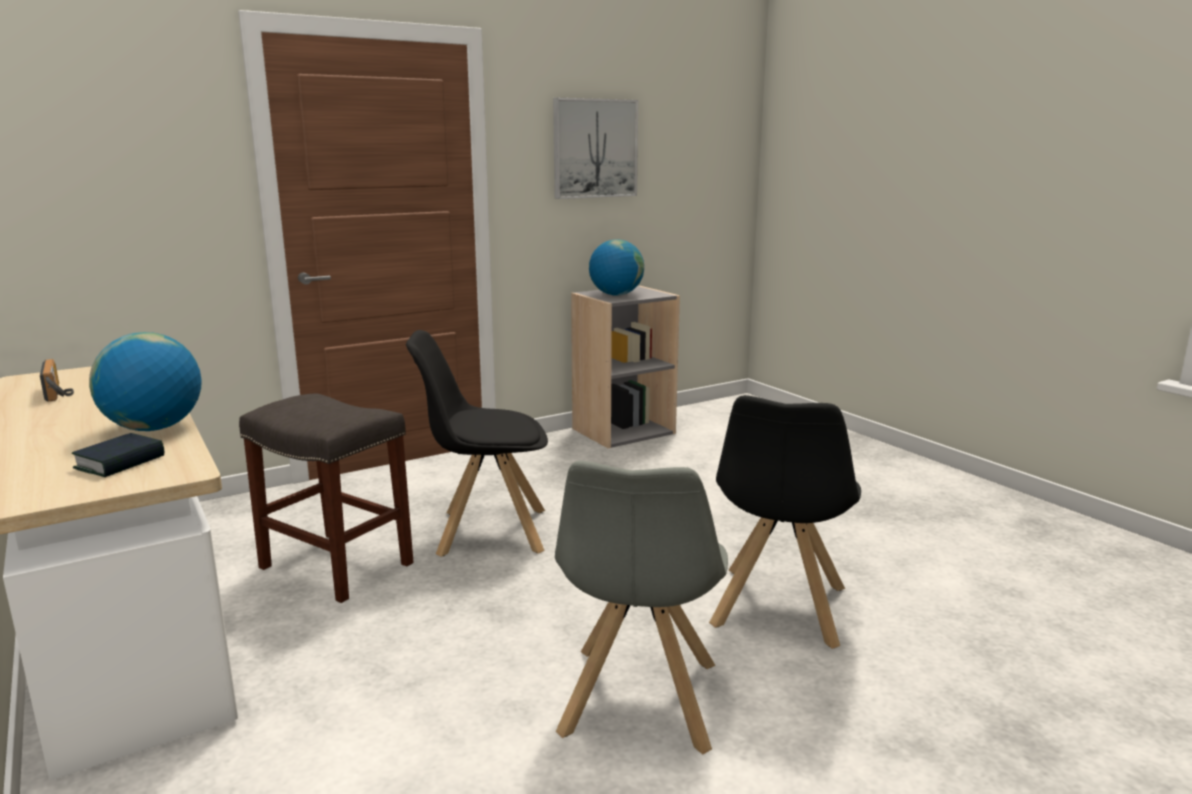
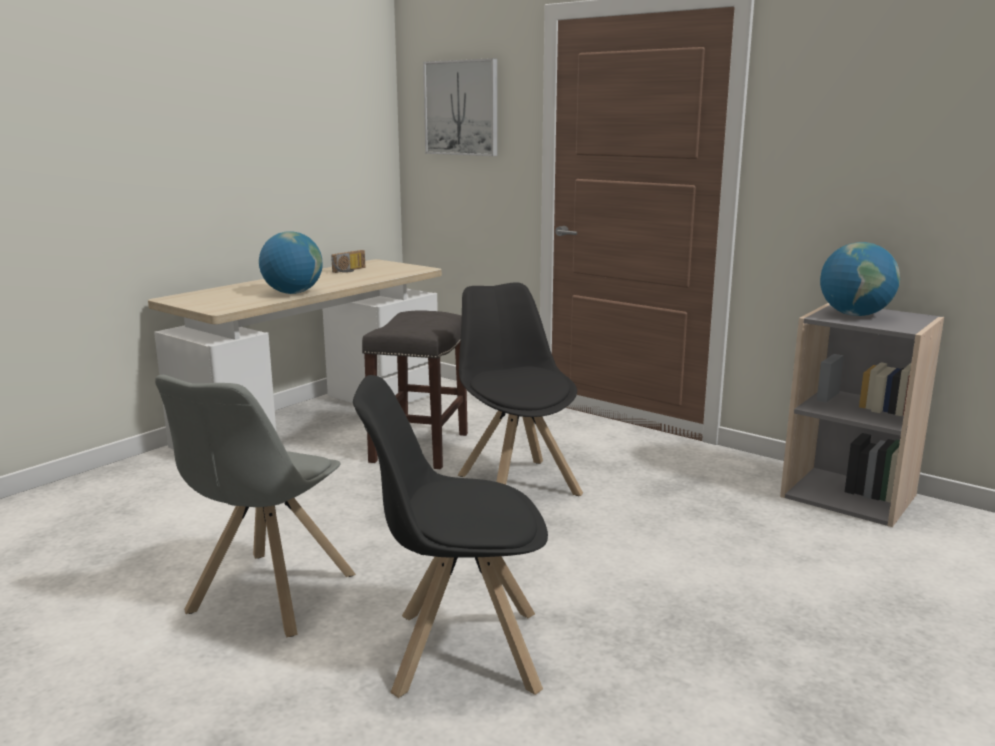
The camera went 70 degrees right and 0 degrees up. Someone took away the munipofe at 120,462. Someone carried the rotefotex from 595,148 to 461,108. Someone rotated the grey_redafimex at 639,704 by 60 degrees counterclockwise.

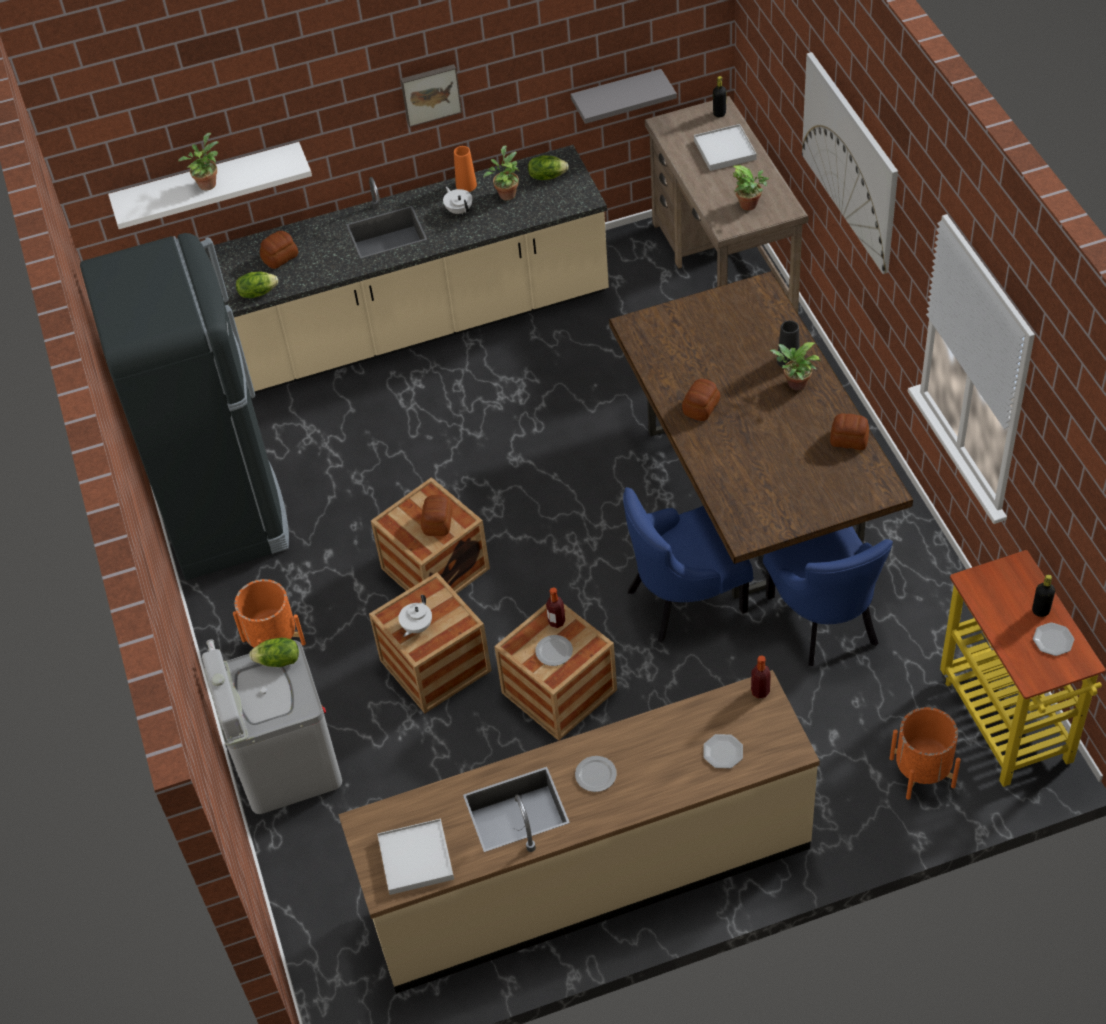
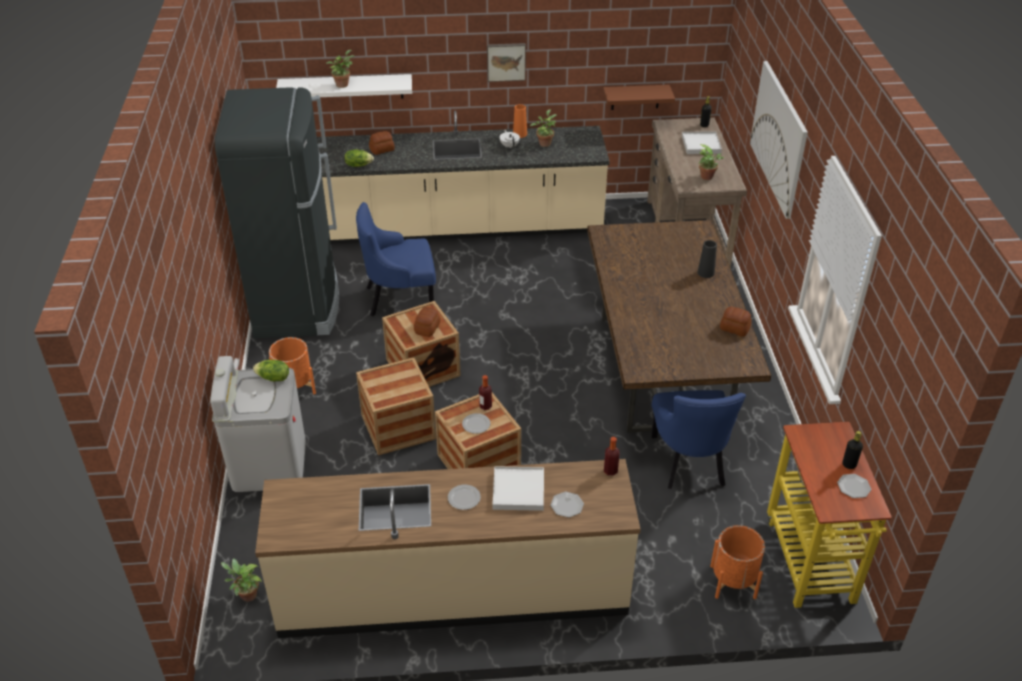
The camera went 10 degrees right and 10 degrees down. Someone carried the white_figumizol from 415,859 to 518,491. Someone took away the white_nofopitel at 416,627. Someone took away the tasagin at 547,176. Someone repainted the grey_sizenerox at 616,95, which became the brown_sizenerox at 635,97. Someone carried the blue_redafimex from 687,598 to 401,298. Someone took away the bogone at 702,407. Someone carried the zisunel from 794,385 to 246,595.

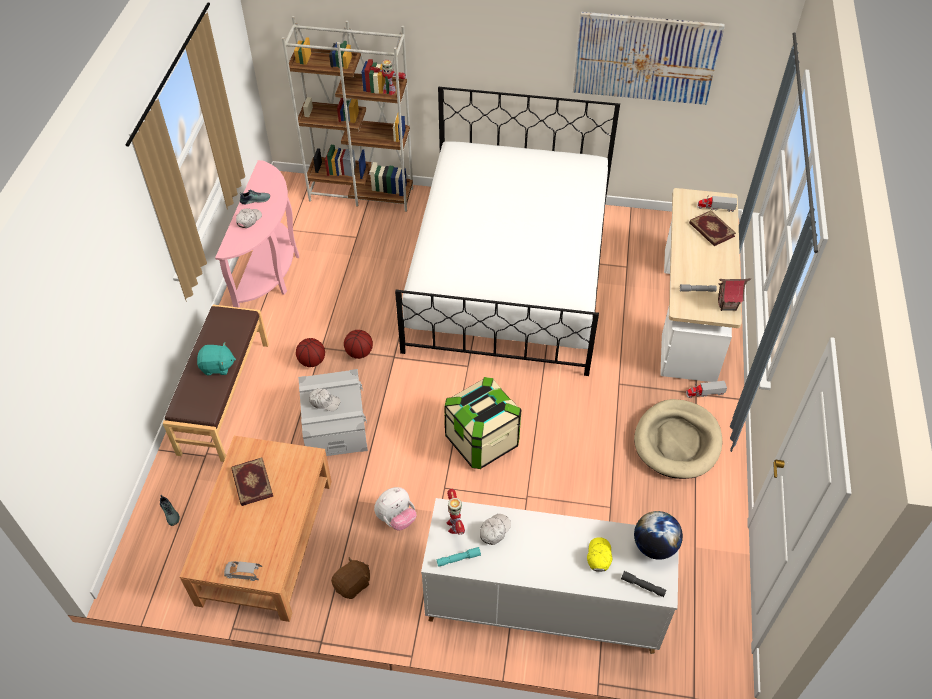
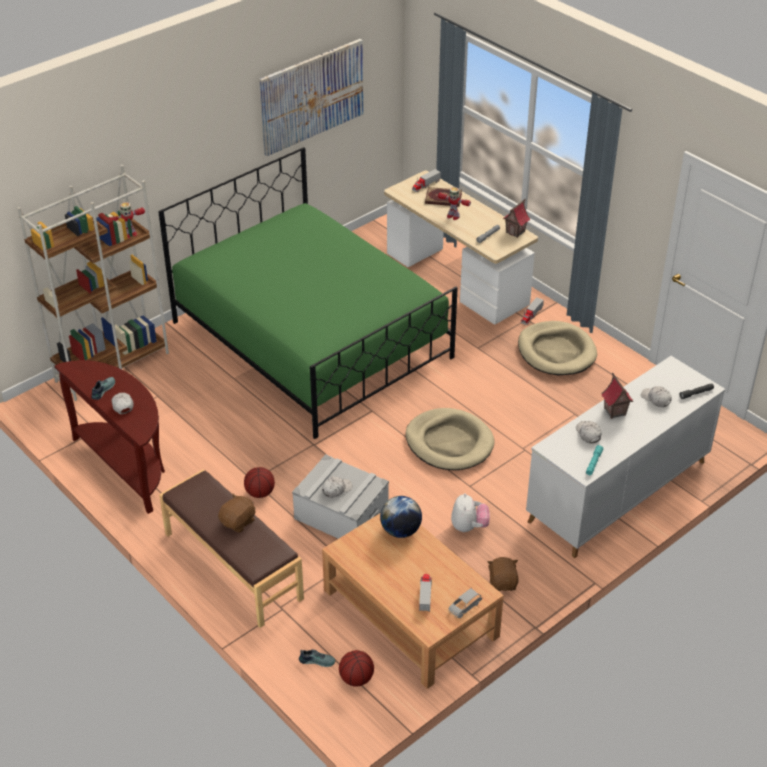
The camera went 50 degrees left and 10 degrees down. Someone repainted the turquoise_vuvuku at 217,367, which became the brown_vuvuku at 238,522. Someone repainted the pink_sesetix at 270,272, which became the brown_sesetix at 127,466. Someone took away the munipofe at 251,483. Someone carried the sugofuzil from 359,353 to 356,679. Someone repainted the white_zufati at 509,275, which became the green_zufati at 311,339. Someone swapped the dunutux at 482,440 for the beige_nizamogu at 449,442. Someone carried the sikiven from 454,525 to 452,216. Someone repainted the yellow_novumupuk at 599,556, which became the white_novumupuk at 656,399. Someone carried the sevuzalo from 654,546 to 401,531. Someone put down the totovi at 425,595. Someone put down the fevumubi at 614,412.

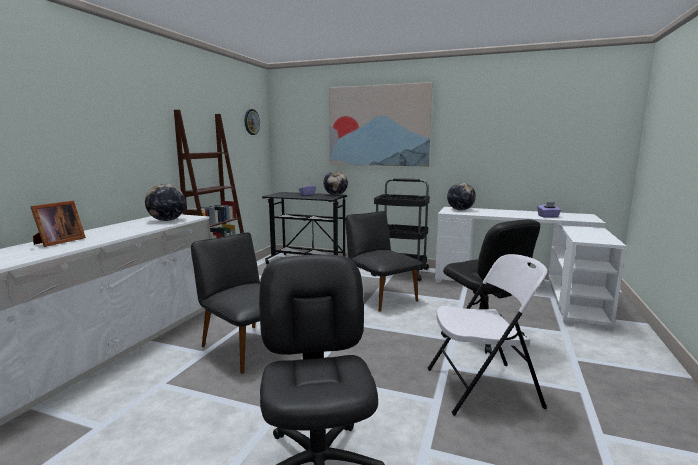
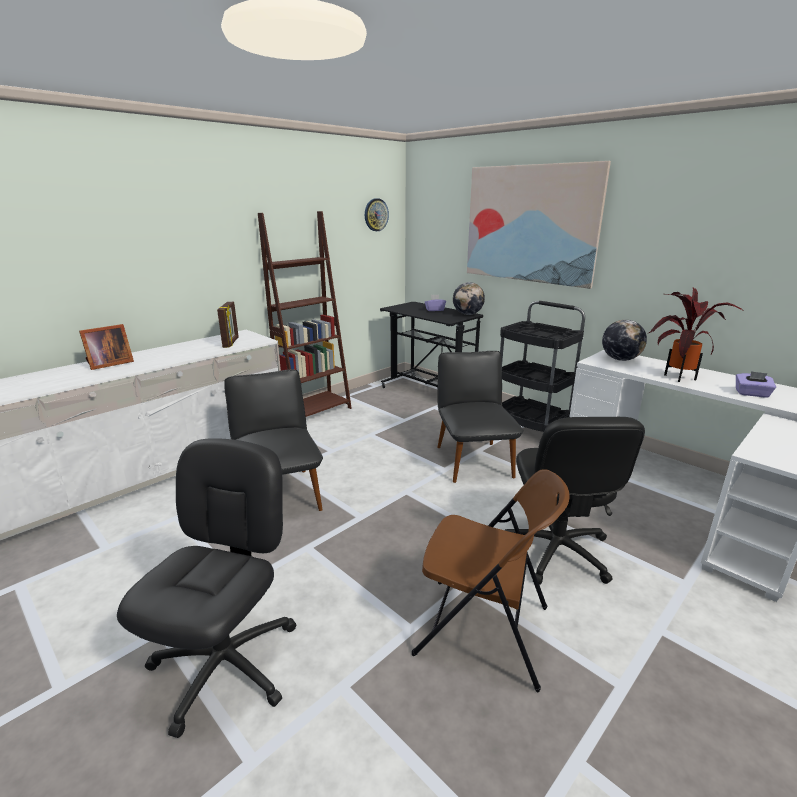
The camera went 25 degrees right and 10 degrees up. Someone swapped the sevuzalo at 167,220 for the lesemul at 231,343. Someone repainted the white_redafimex at 482,387, which became the brown_redafimex at 482,630. Someone put down the zisunel at 676,377.

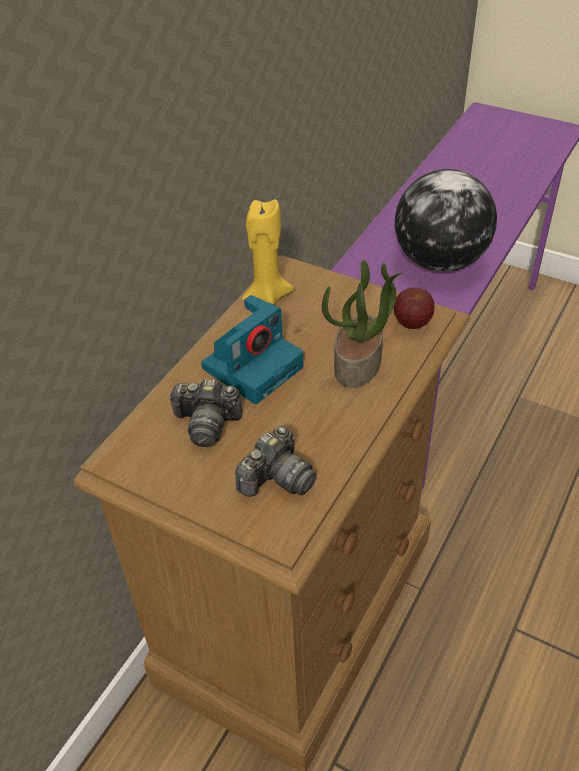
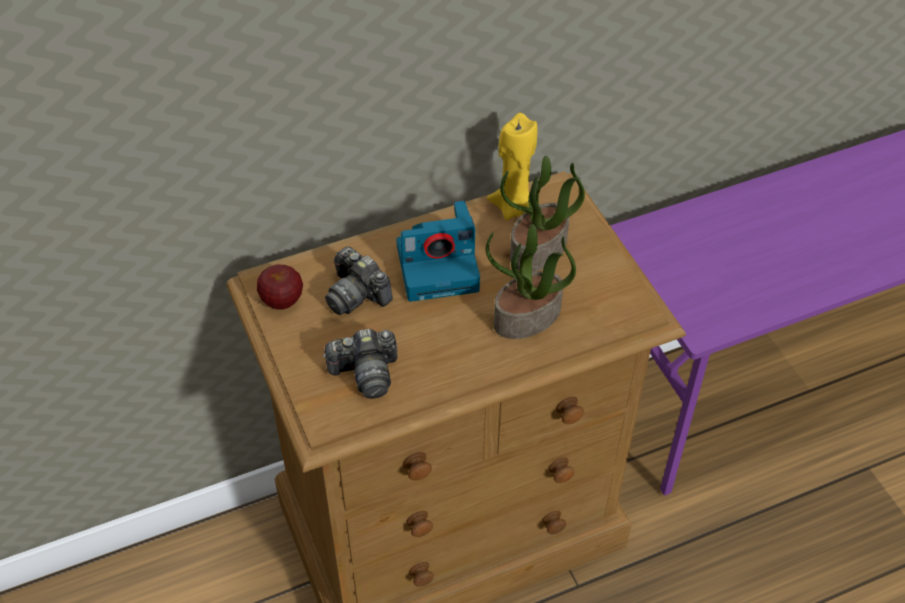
The camera went 35 degrees right and 5 degrees up. Someone carried the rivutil from 412,323 to 282,300. Someone took away the sevuzalo at 440,261. Someone put down the zisunel at 538,250.

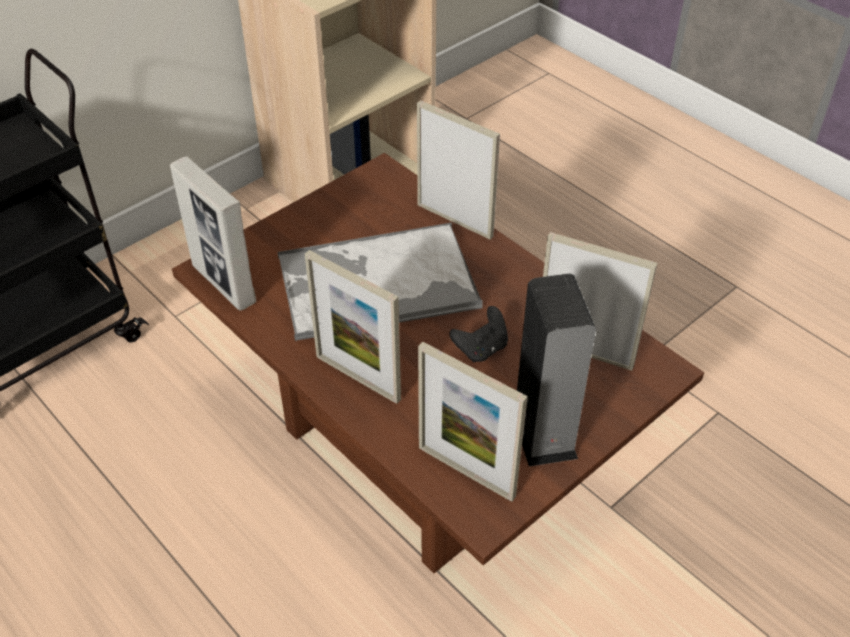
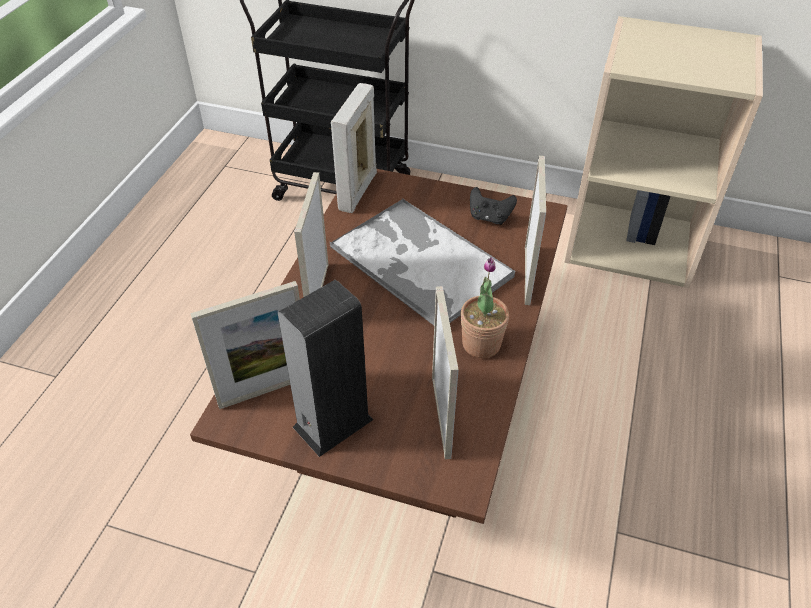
The camera went 60 degrees right and 0 degrees up. Someone rotated the lesemul at 466,472 by 120 degrees counterclockwise. Someone carried the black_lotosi from 481,349 to 489,217. Someone put down the zisunel at 481,344.

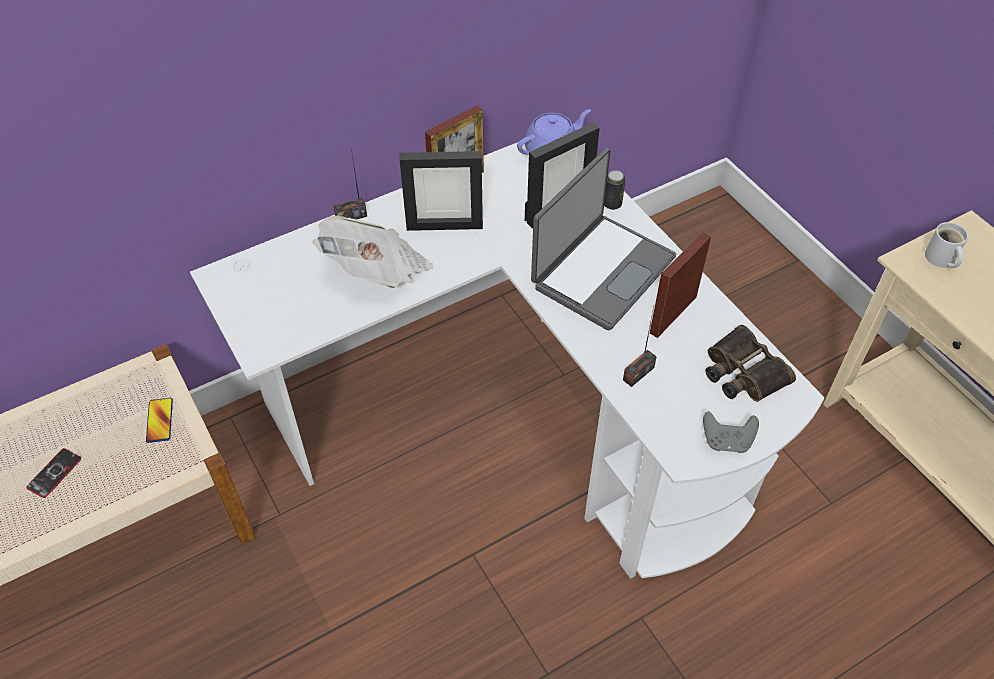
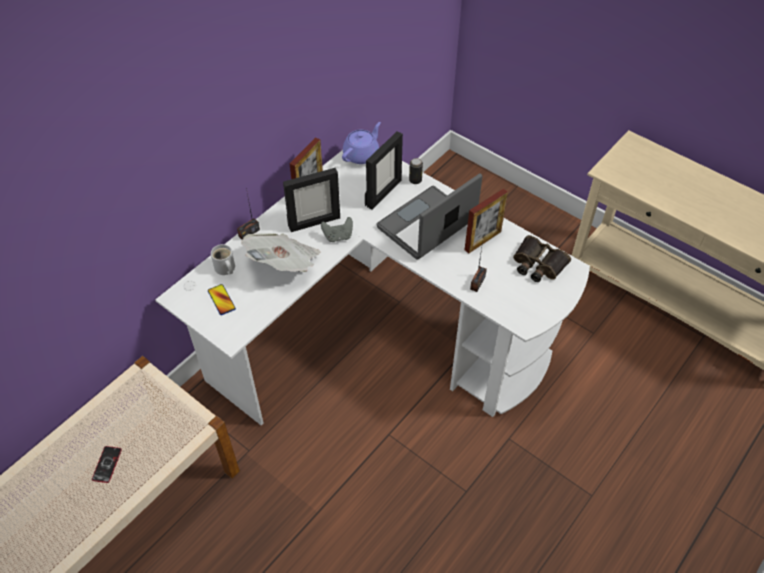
The camera went 20 degrees left and 0 degrees up. Someone carried the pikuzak from 160,420 to 221,300. Someone rotated the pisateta at 601,271 by 150 degrees counterclockwise. Someone rotated the lesemul at 673,315 by 150 degrees counterclockwise. Someone carried the grey_lotosi from 726,441 to 338,236. Someone carried the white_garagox from 940,259 to 225,269.

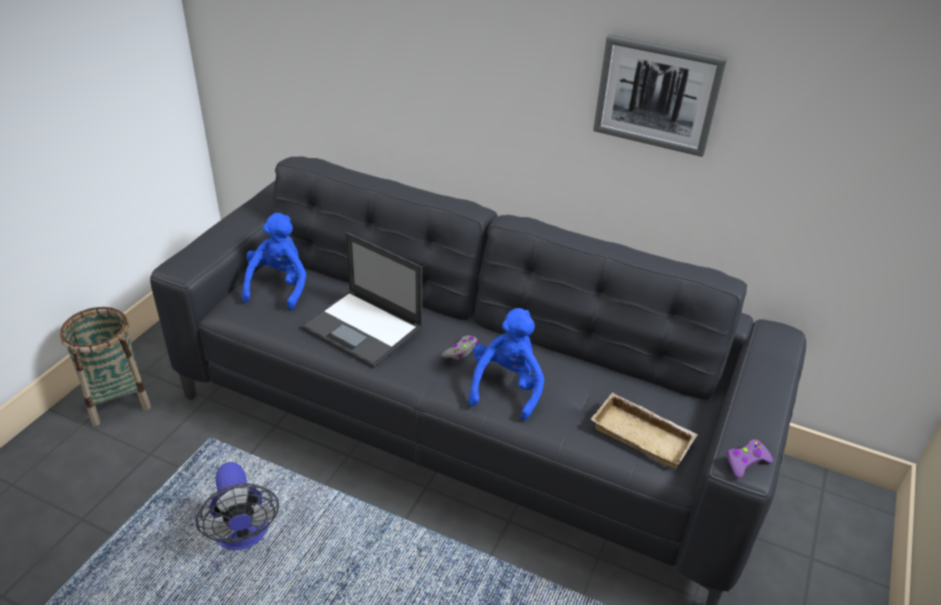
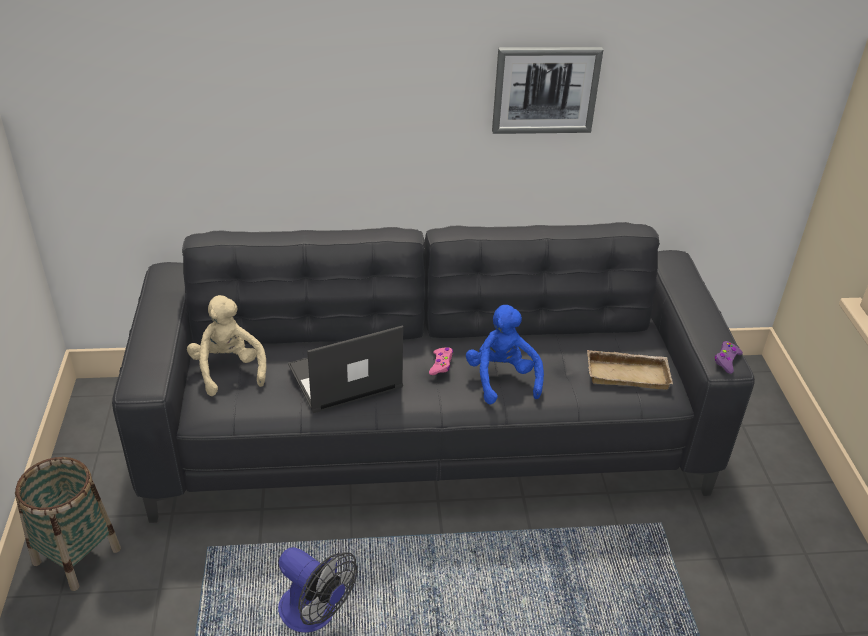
The camera went 30 degrees left and 0 degrees up. Someone repainted the blue_vuvuku at 279,286, which became the beige_vuvuku at 228,369. Someone rotated the pisateta at 363,328 by 150 degrees clockwise. Someone repainted the grey_lotosi at 461,351, which became the pink_lotosi at 441,364.

